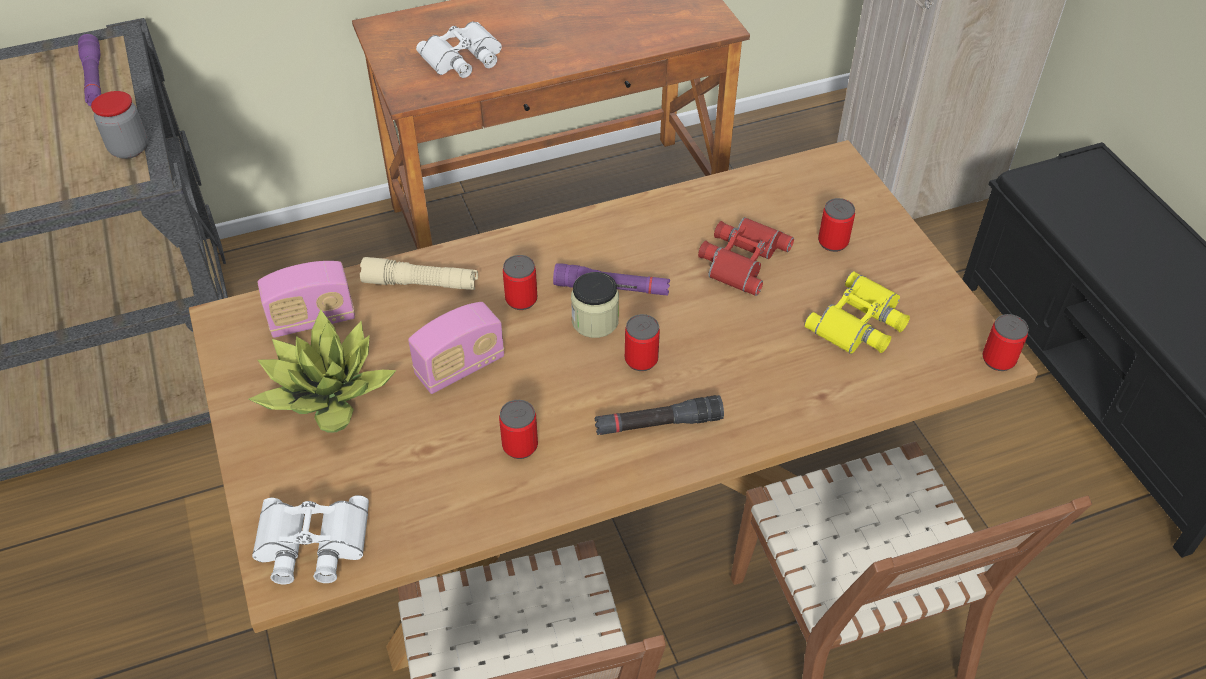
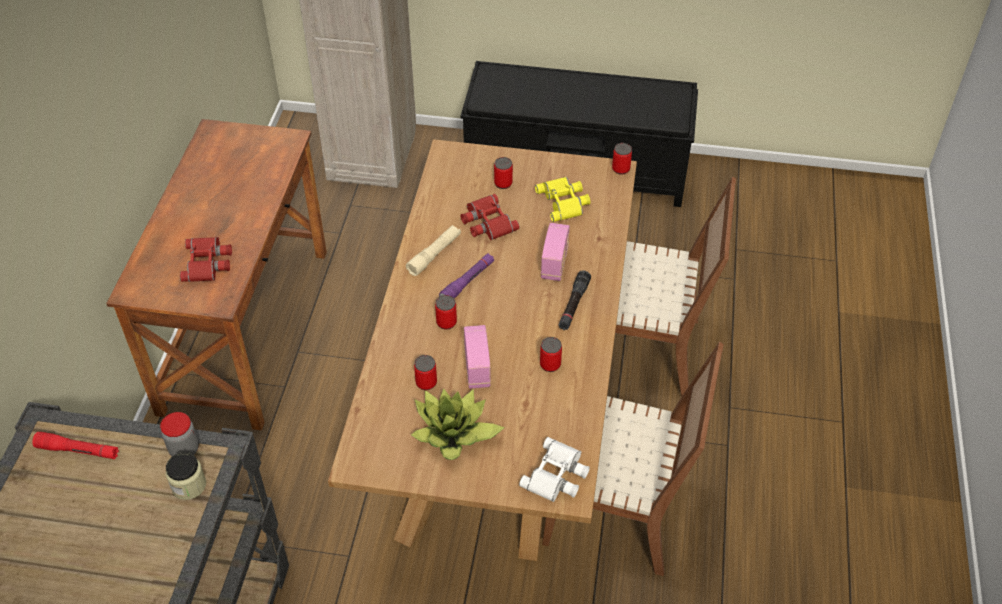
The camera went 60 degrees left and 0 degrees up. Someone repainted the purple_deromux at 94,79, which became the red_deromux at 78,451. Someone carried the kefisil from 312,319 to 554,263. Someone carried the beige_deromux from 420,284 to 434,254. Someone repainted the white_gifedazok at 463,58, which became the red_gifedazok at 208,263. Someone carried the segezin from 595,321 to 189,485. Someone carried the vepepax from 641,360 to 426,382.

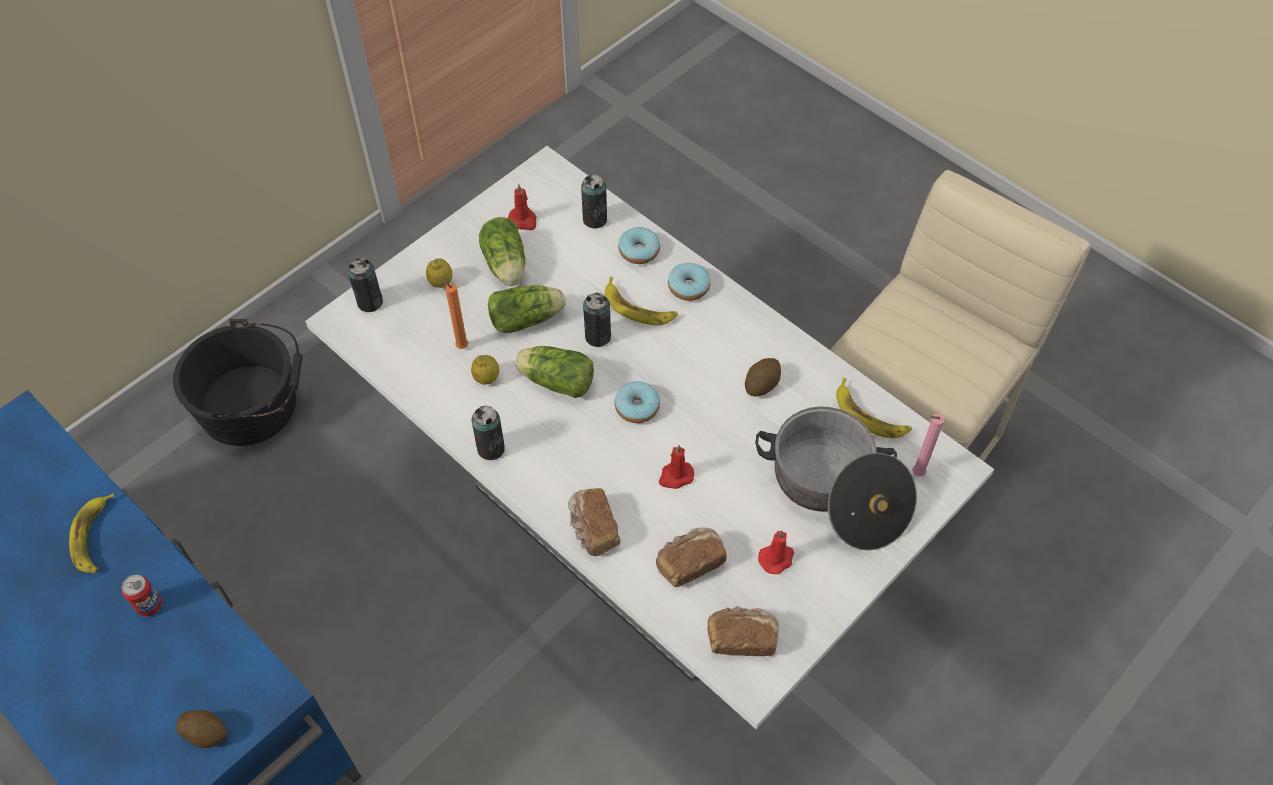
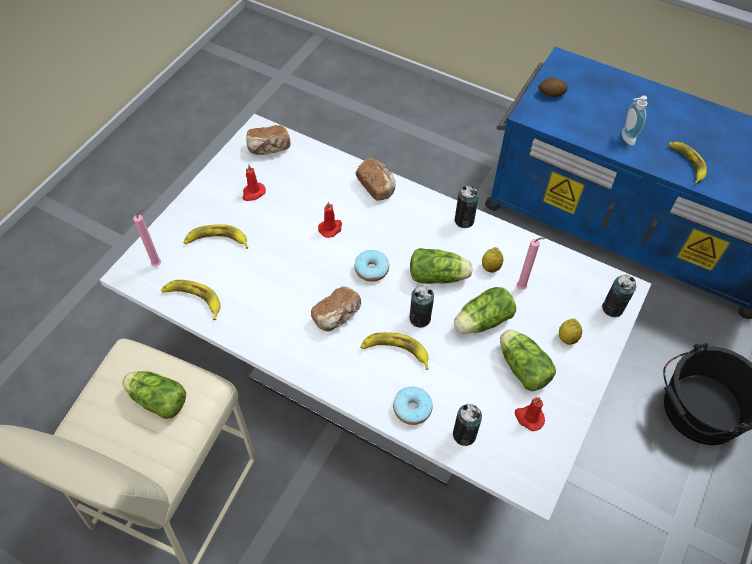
The camera went 165 degrees right and 0 degrees up. Someone swapped the vepepax at 149,605 for the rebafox at 625,138. Someone repainted the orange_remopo at 460,346, which became the pink_remopo at 523,288. Someone carried the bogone from 689,563 to 337,316. Someone took away the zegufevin at 688,287. Someone took away the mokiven at 761,384. Someone swapped the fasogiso at 835,491 for the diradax at 217,240. Someone put down the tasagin at 156,399.

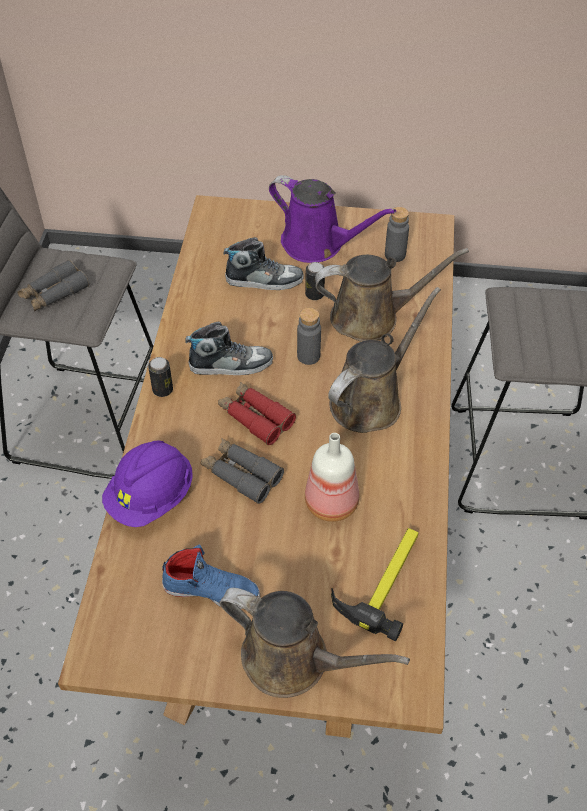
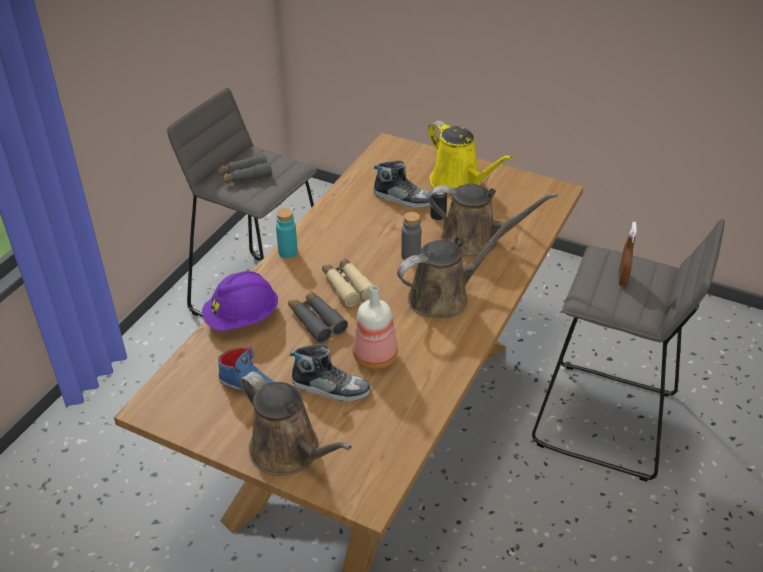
The camera went 20 degrees right and 10 degrees down. Someone swapped the vepepax at 162,390 for the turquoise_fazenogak at 288,252. Someone carried the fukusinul from 231,364 to 330,387. Someone repainted the red_gifedazok at 255,417, which became the beige_gifedazok at 347,286. Someone repainted the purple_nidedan at 318,244, which became the yellow_nidedan at 459,183. Someone took away the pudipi at 383,579. Someone took away the grey_fazenogak at 395,255. Someone put down the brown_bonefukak at 622,279.

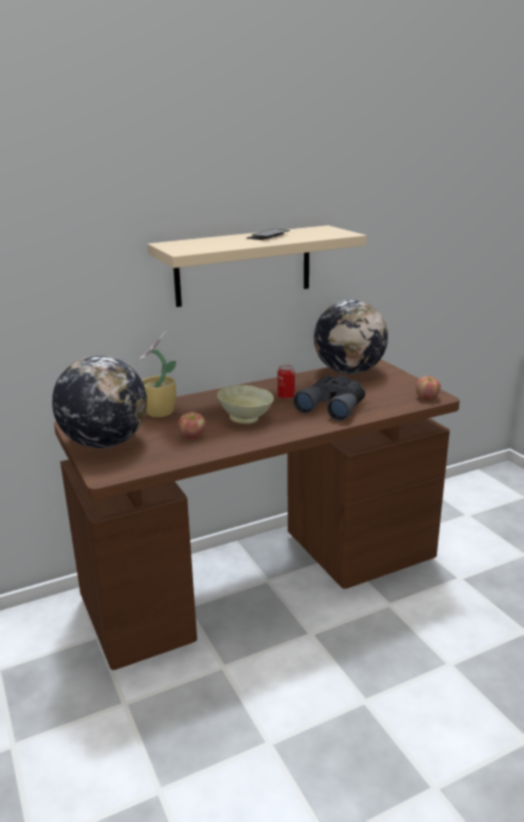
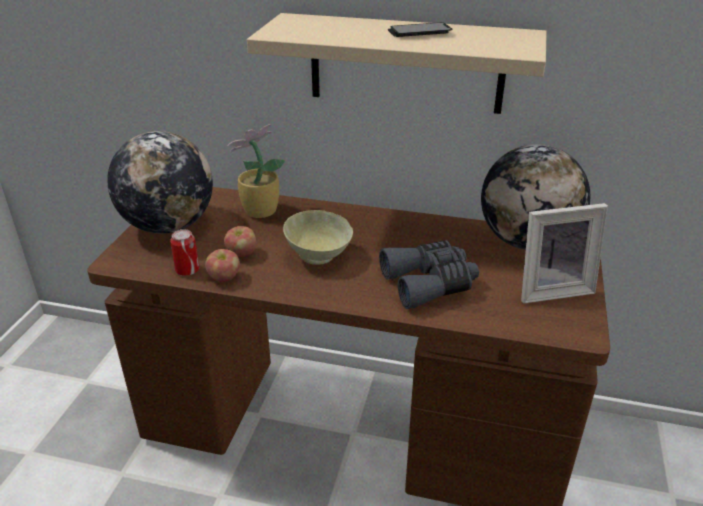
The camera went 40 degrees right and 10 degrees up. Someone carried the vepepax from 286,396 to 187,270. Someone carried the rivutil from 427,397 to 224,278. Someone put down the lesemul at 551,289.

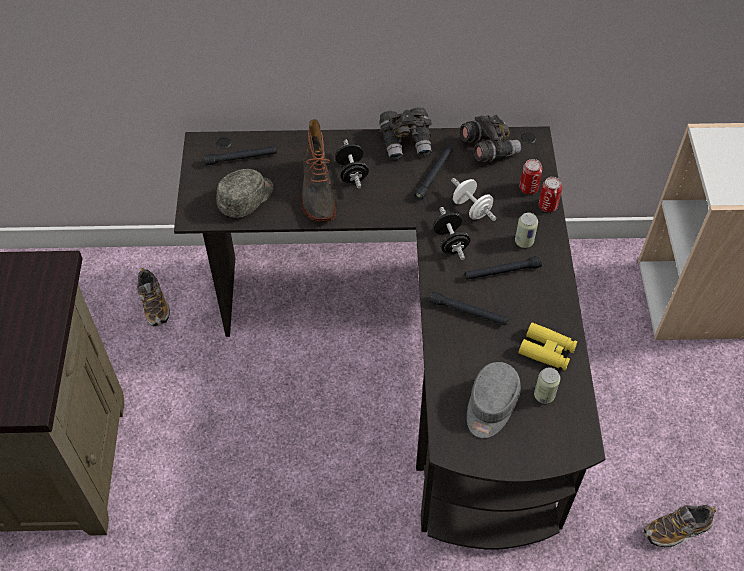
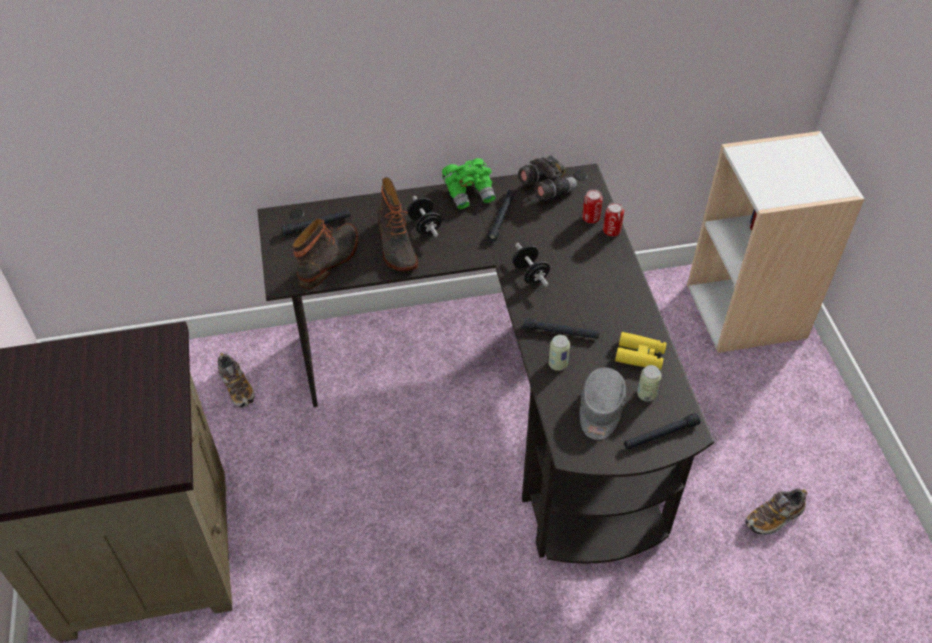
The camera went 10 degrees left and 5 degrees down. Someone swapped the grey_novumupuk at 246,198 for the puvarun at 330,260. Someone repainted the grey_gifedazok at 406,142, which became the green_gifedazok at 469,192. Someone took away the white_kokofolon at 471,208. Someone carried the black_deromux from 502,272 to 660,435. Someone carried the vepepax from 524,241 to 557,364.

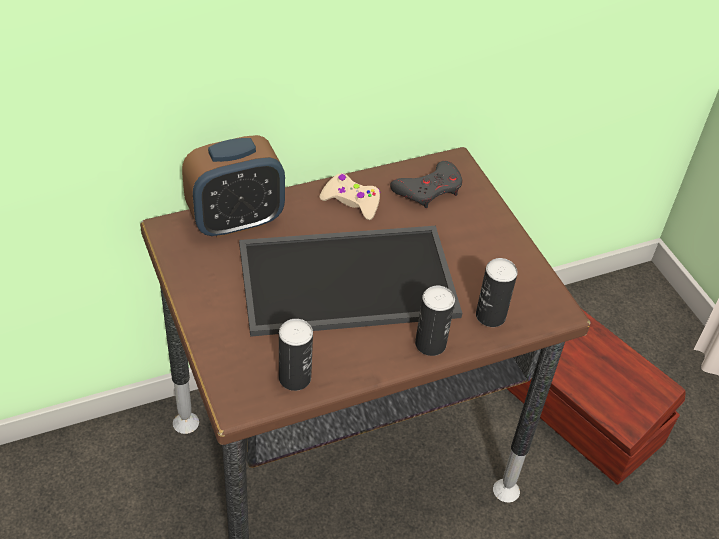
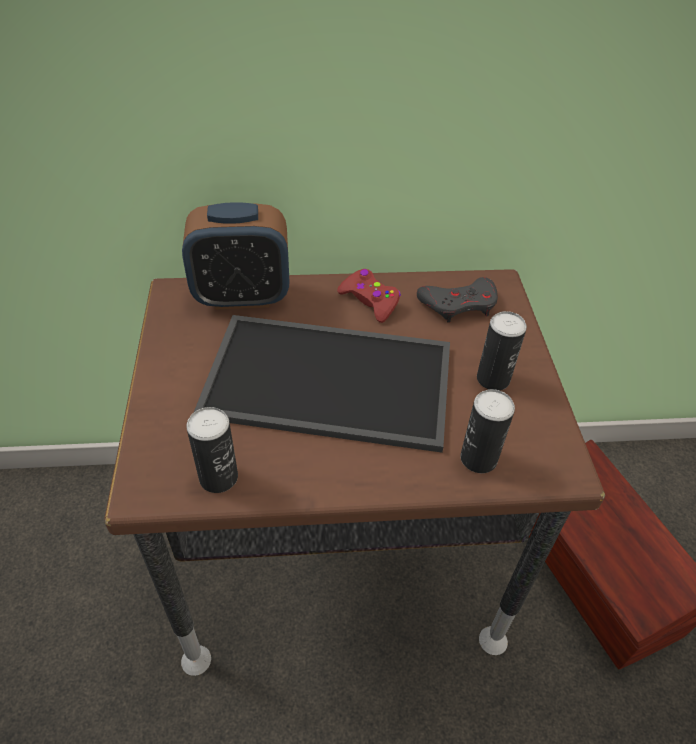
The camera went 20 degrees right and 0 degrees up. Someone repainted the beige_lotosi at 351,201, which became the red_lotosi at 370,301. Someone carried the vepepax from 430,344 to 493,379.

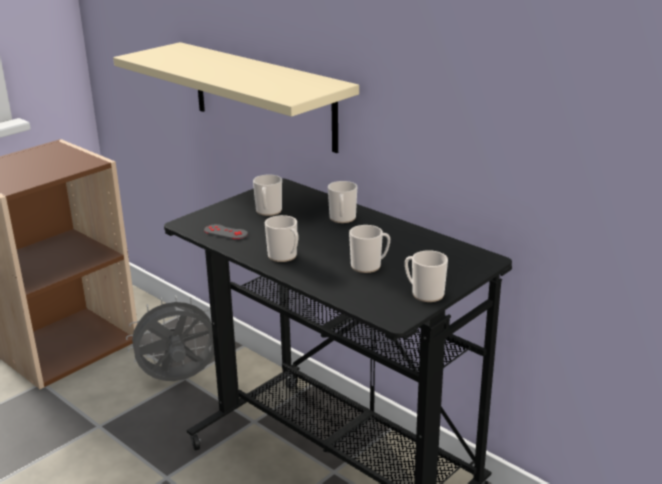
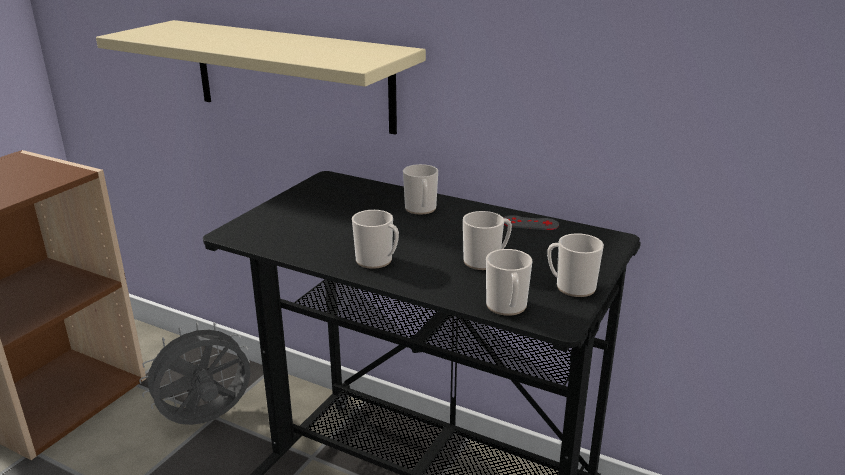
The camera went 15 degrees left and 0 degrees up. Someone carried the grey_lotosi from 225,232 to 529,223. Someone carried the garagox from 268,212 to 507,307.

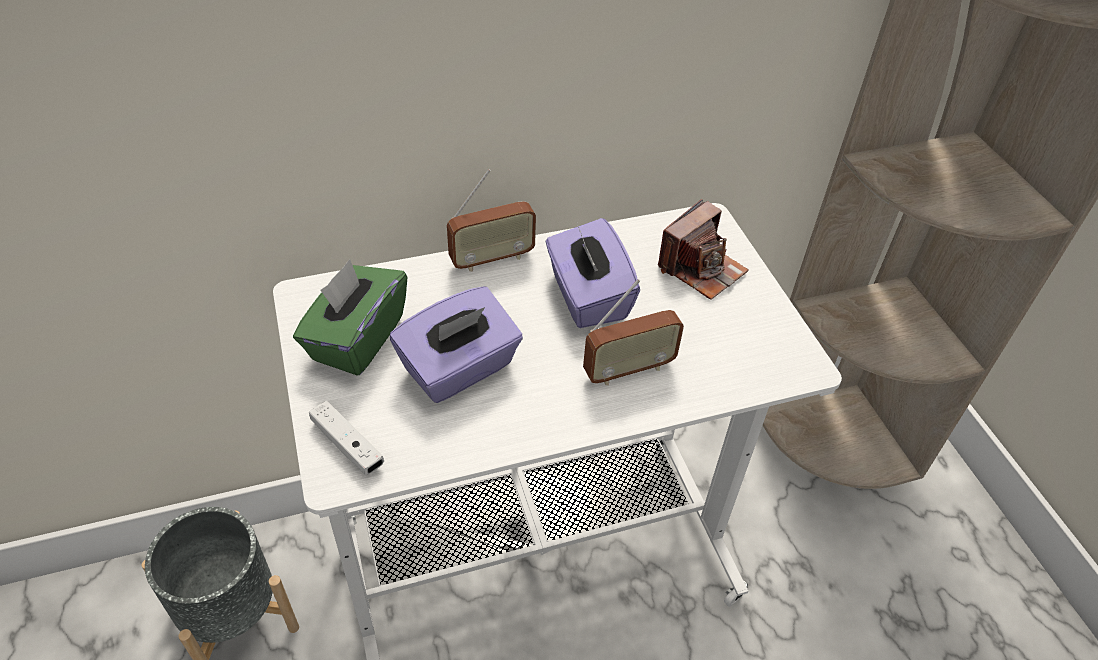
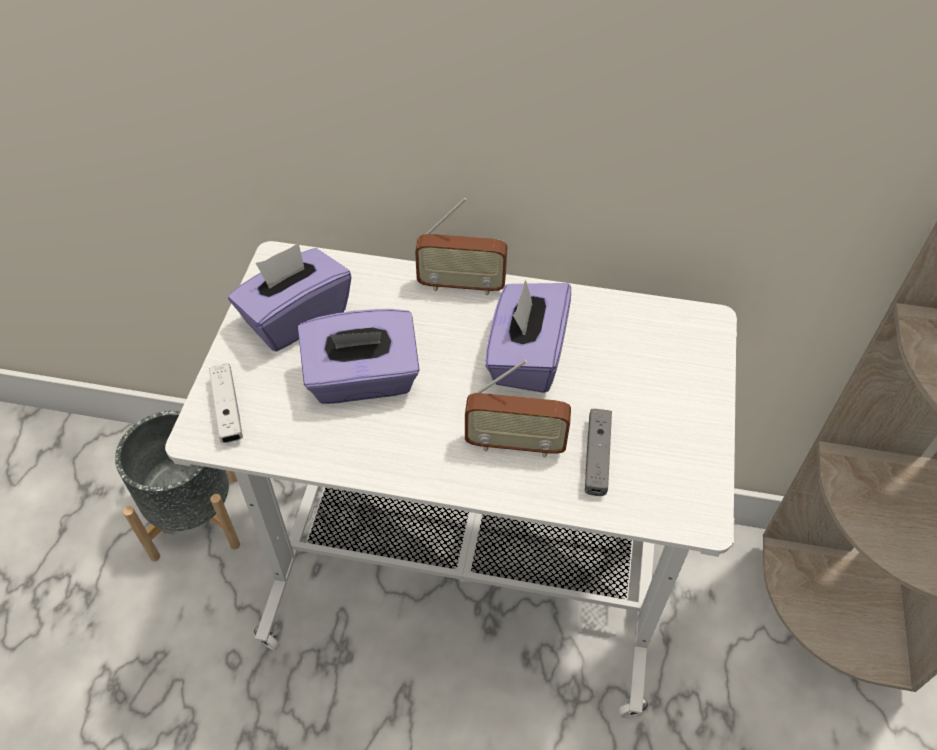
The camera went 30 degrees right and 5 degrees up. Someone repainted the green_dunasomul at 356,339, which became the purple_dunasomul at 295,317. Someone took away the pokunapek at 701,269. Someone put down the grey_lotosi at 597,457.

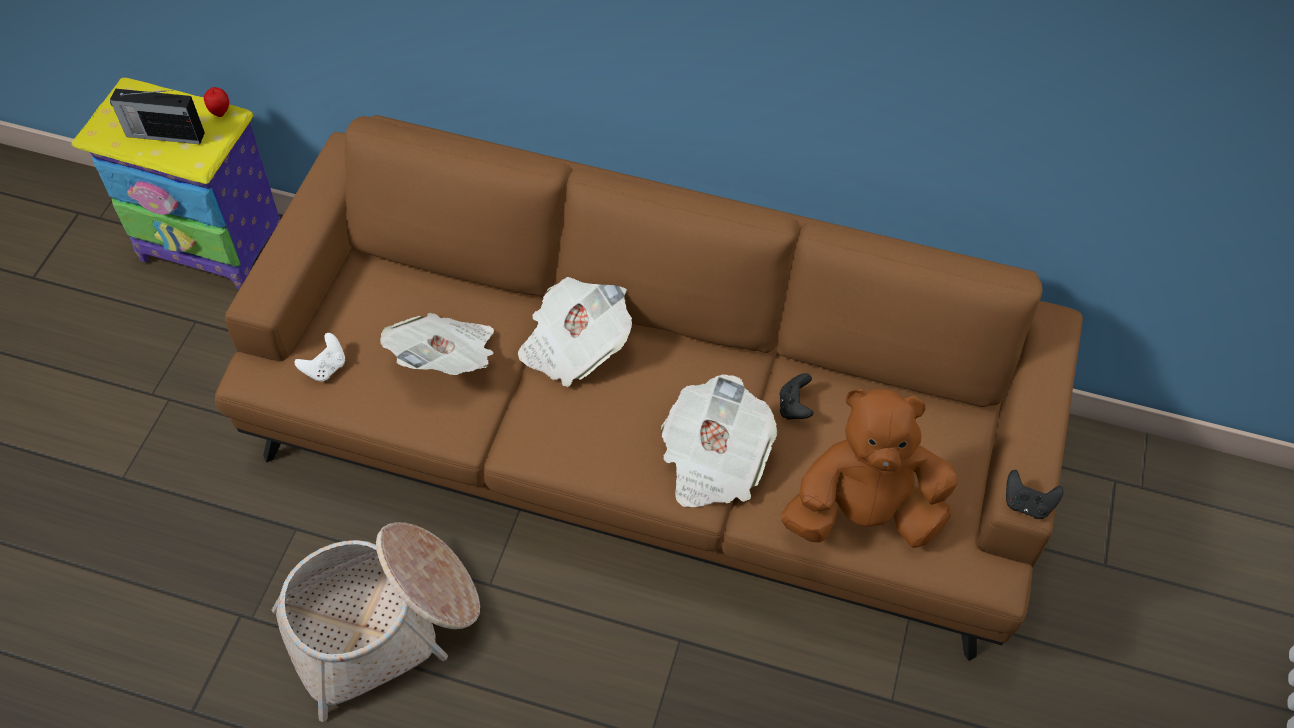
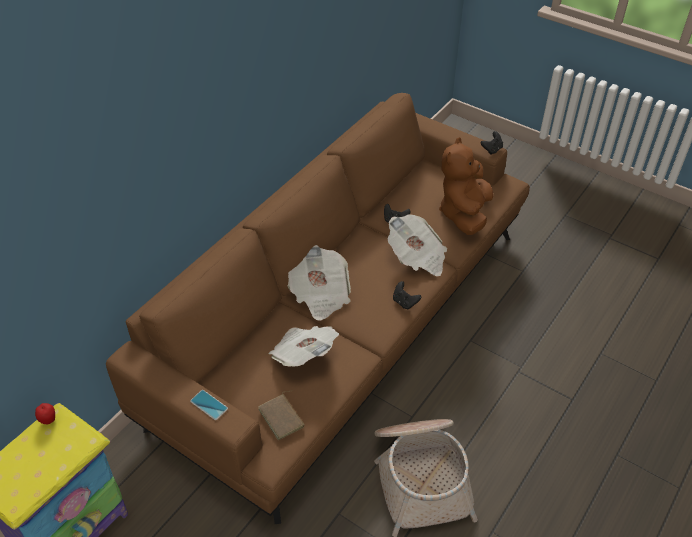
The camera went 70 degrees left and 10 degrees down. Someone took away the kefisil at 164,134. Someone swapped the white_lotosi at 325,368 for the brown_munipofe at 282,418. Someone put down the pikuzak at 209,405. Someone put down the black_lotosi at 404,302.

